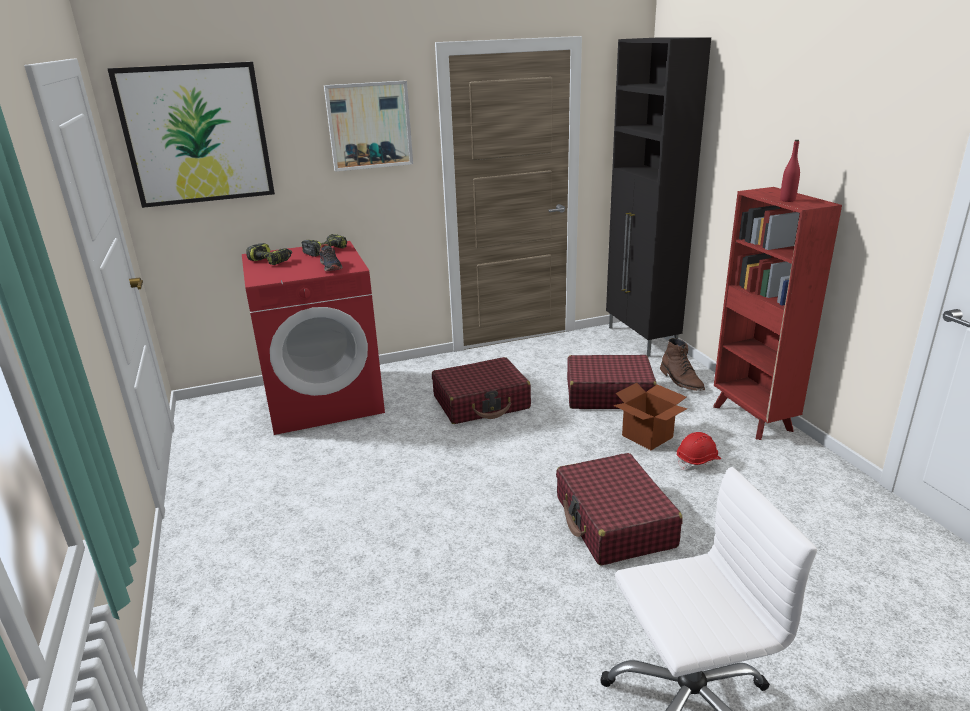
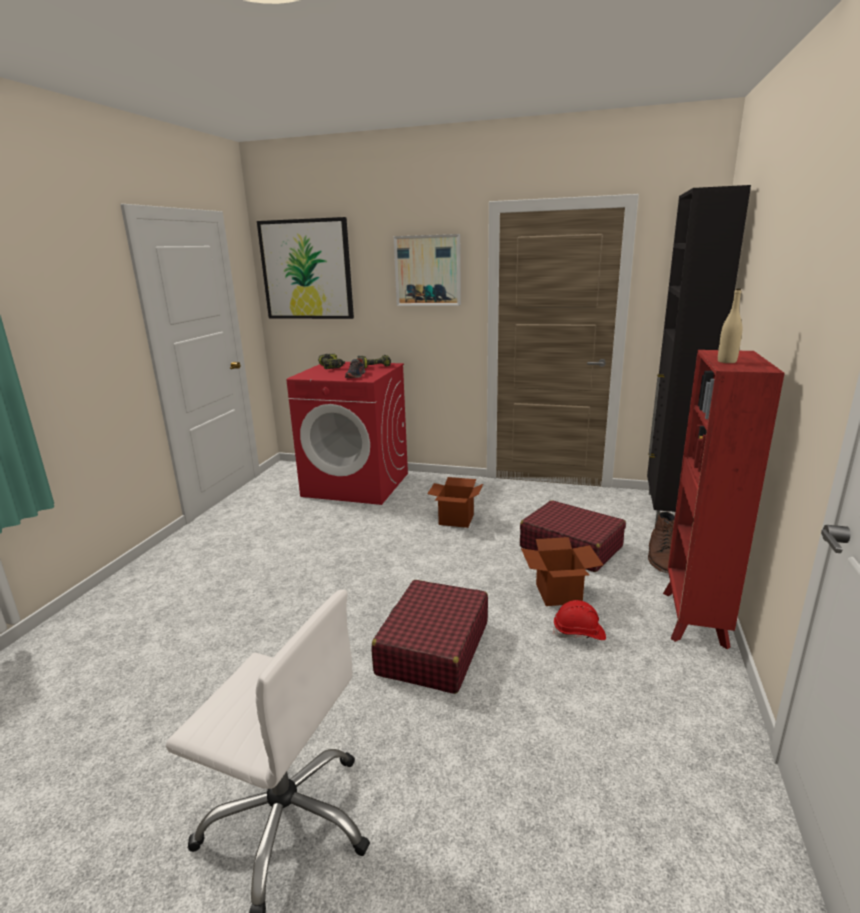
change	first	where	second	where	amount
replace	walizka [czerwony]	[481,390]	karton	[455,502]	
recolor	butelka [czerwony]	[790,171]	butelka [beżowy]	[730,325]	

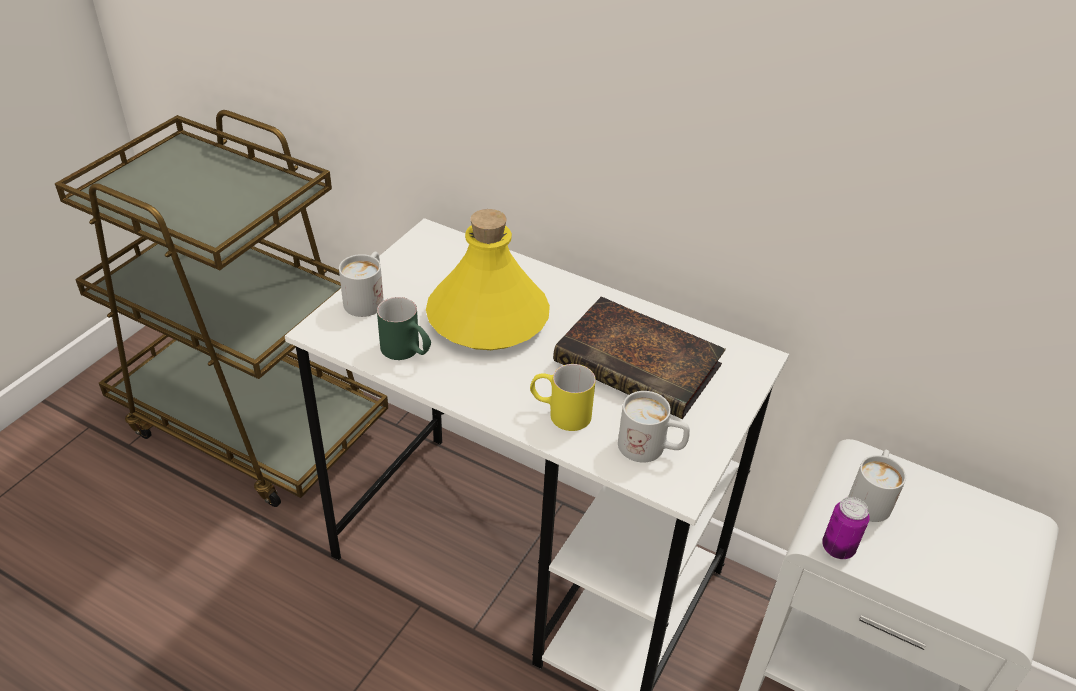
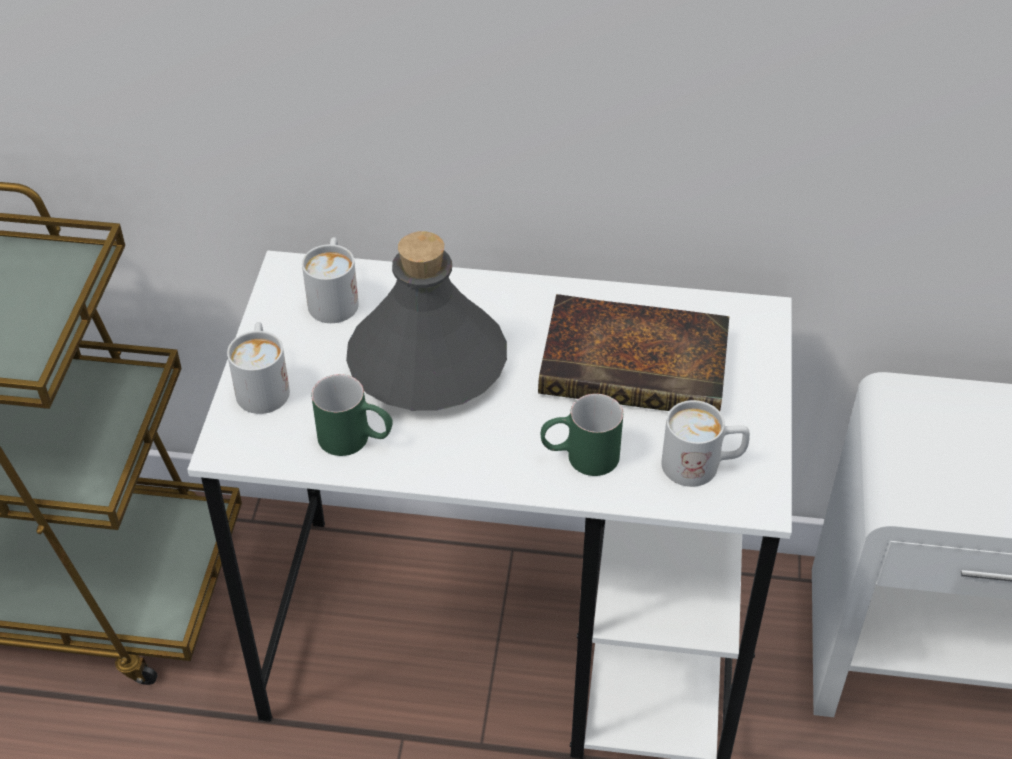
change	first	where	second	where	amount
delete	puszka	[845,528]			
move	kubek [biały]	[877,486]		[330,280]	
recolor	butelka [żółty]	[488,279]	butelka [szary]	[426,320]	
recolor	kubek [żółty]	[563,397]	kubek [zielony]	[582,435]	

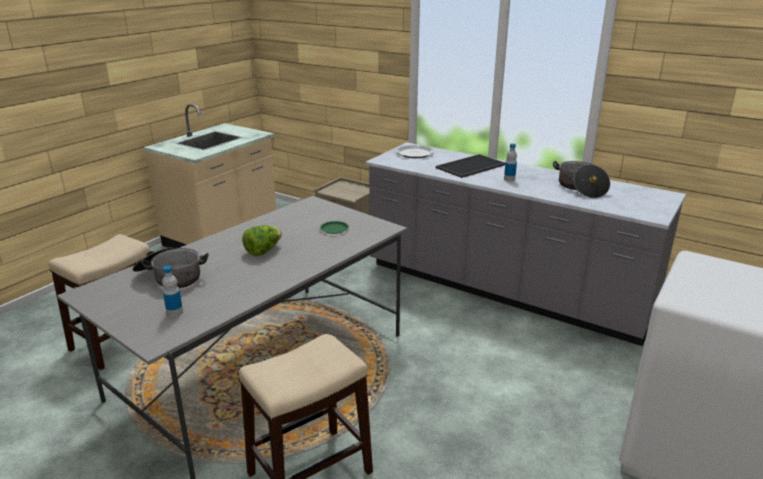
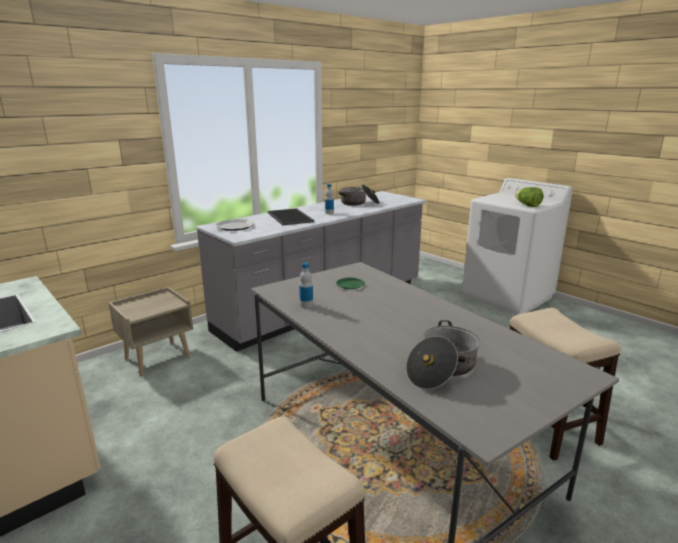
change	first	where	second	where	amount
move	butelka	[172,291]		[306,285]	
move	sałata	[262,240]		[529,197]	

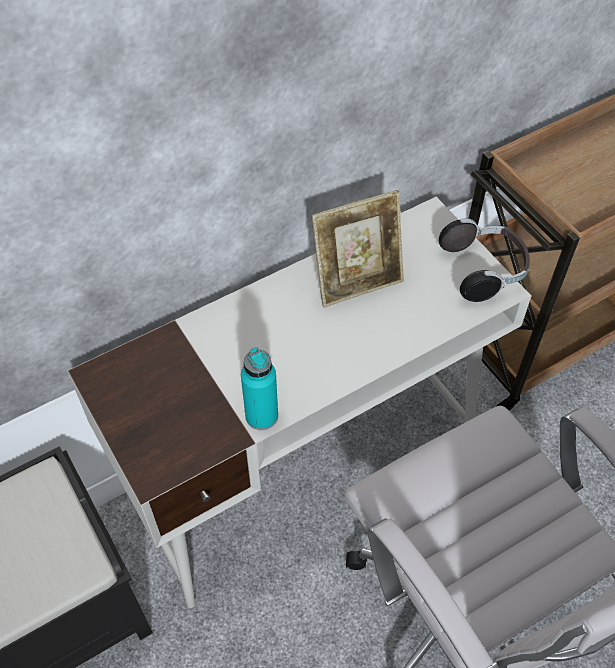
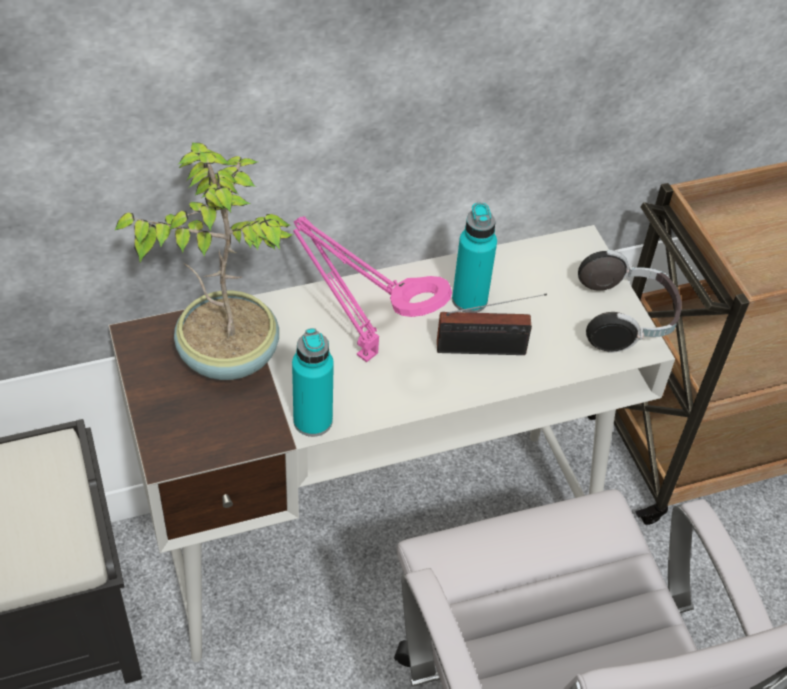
change	first	where	second	where	amount
insert			roślina doniczkowa	[203,261]	
insert			lampa stołowa [różowy]	[372,289]	
insert			radio	[492,324]	
replace	ramka na zdjęcie	[357,248]	butelka [turkusowy]	[474,258]	

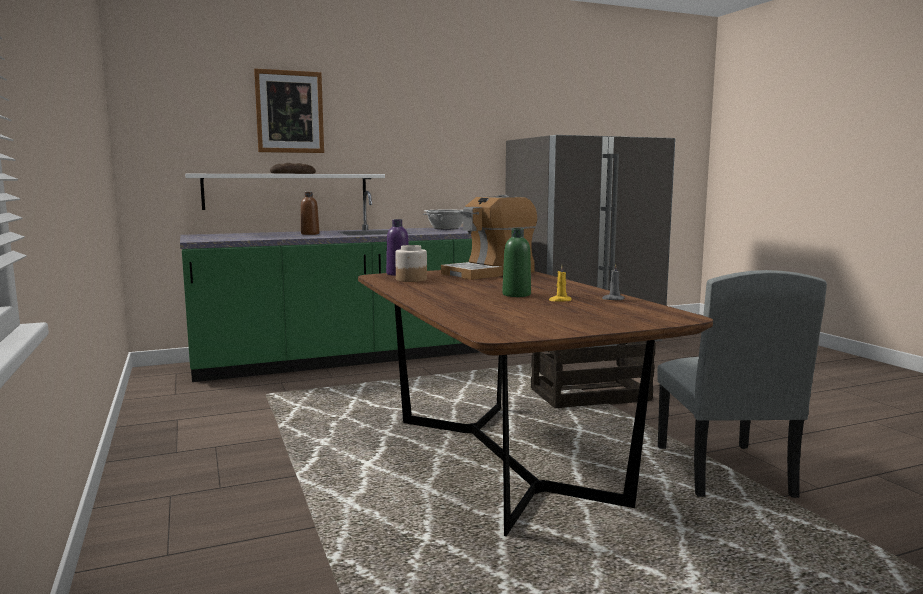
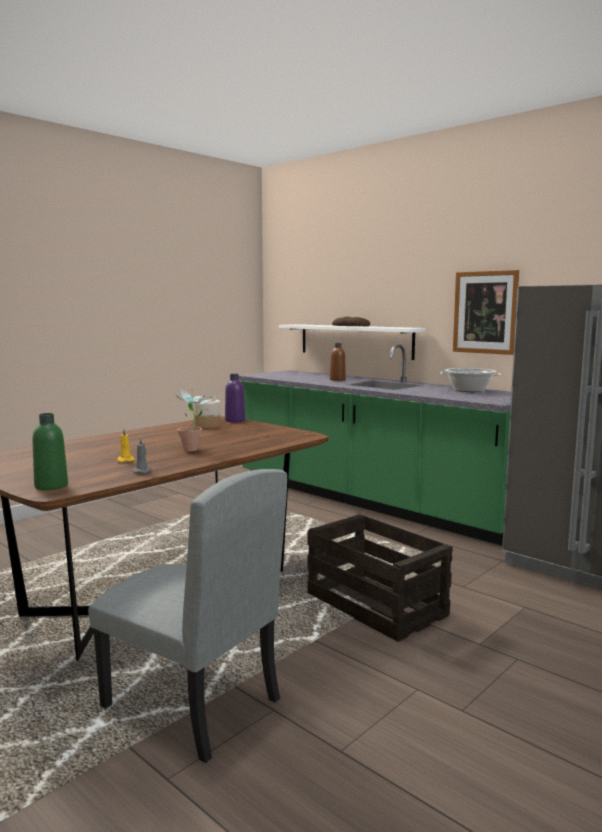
change	first	where	second	where	amount
delete	ekspres do kawy	[489,237]			
insert			roślina doniczkowa	[195,420]	
move	obraz	[289,110]		[486,312]	
move	butelka [zielony]	[516,262]		[50,451]	
rotate	krzesło [szary]	[742,384]		[187,616]	120 degrees counterclockwise

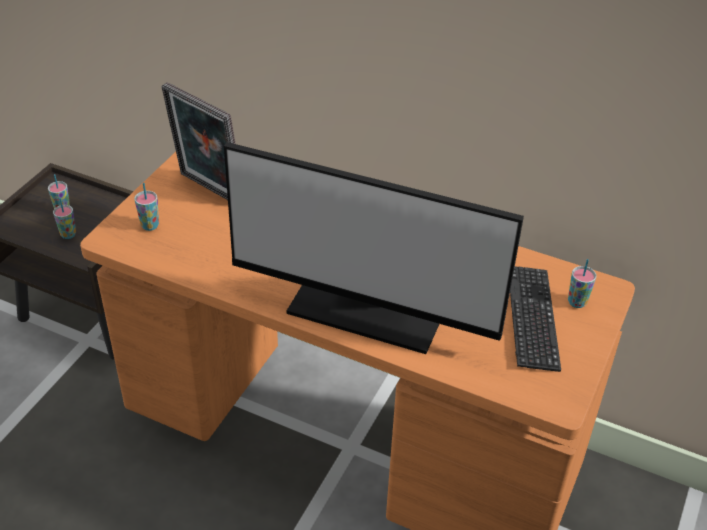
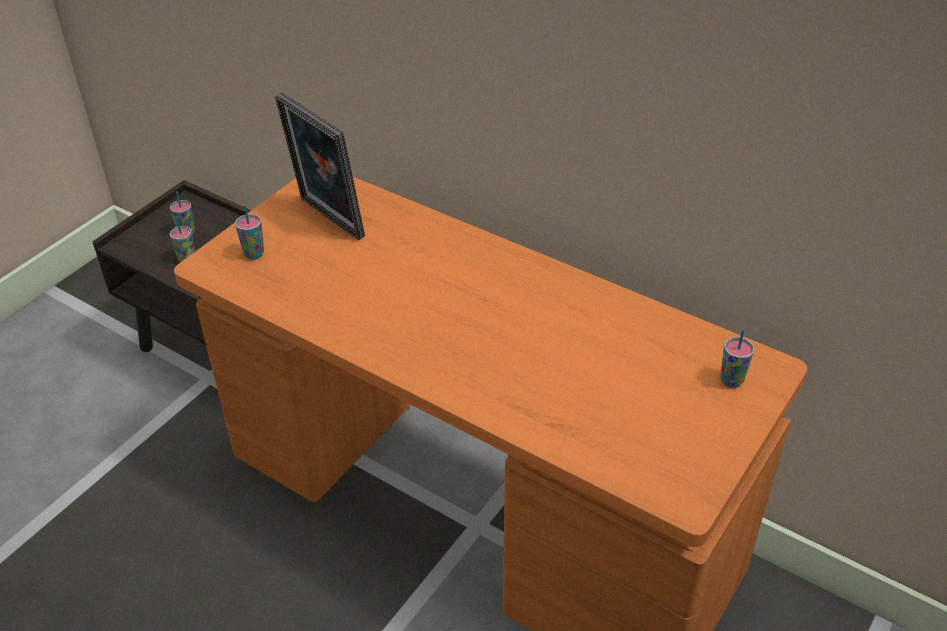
change	first	where	second	where	amount
delete	monitor	[374,248]			
delete	klawiatura	[535,319]			

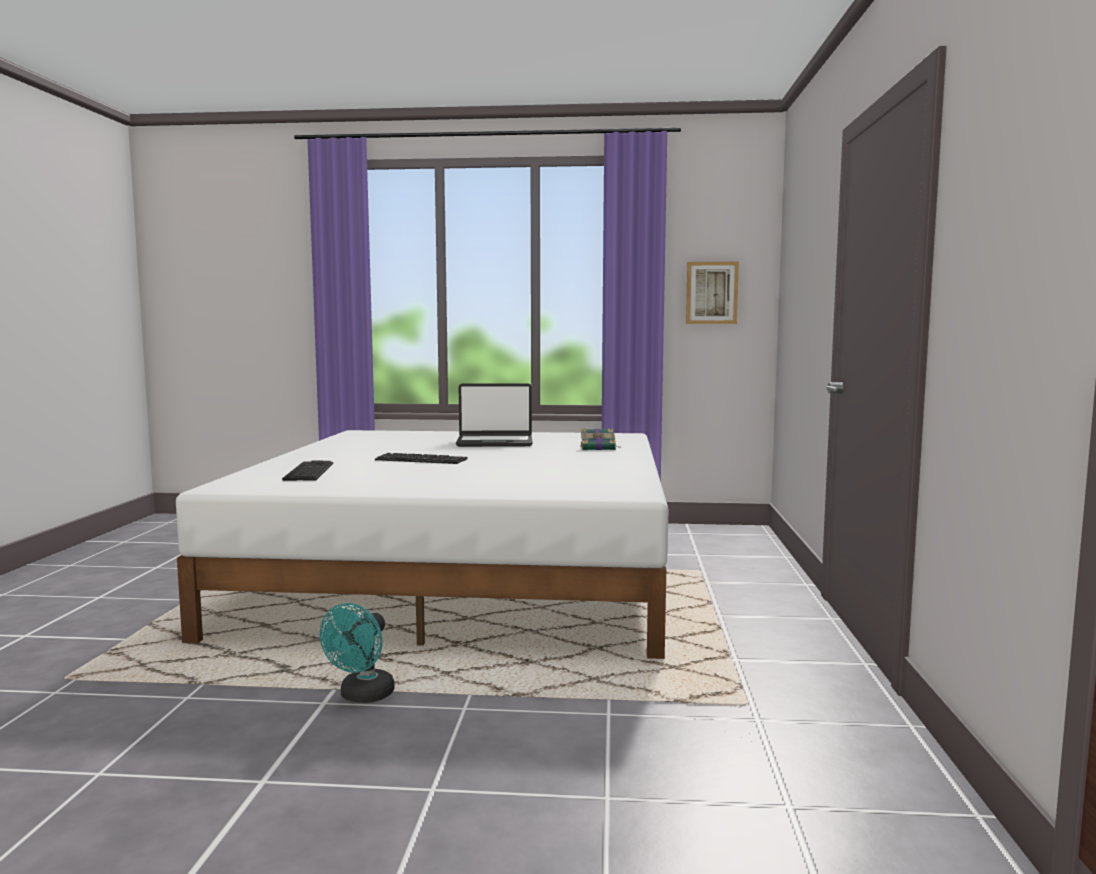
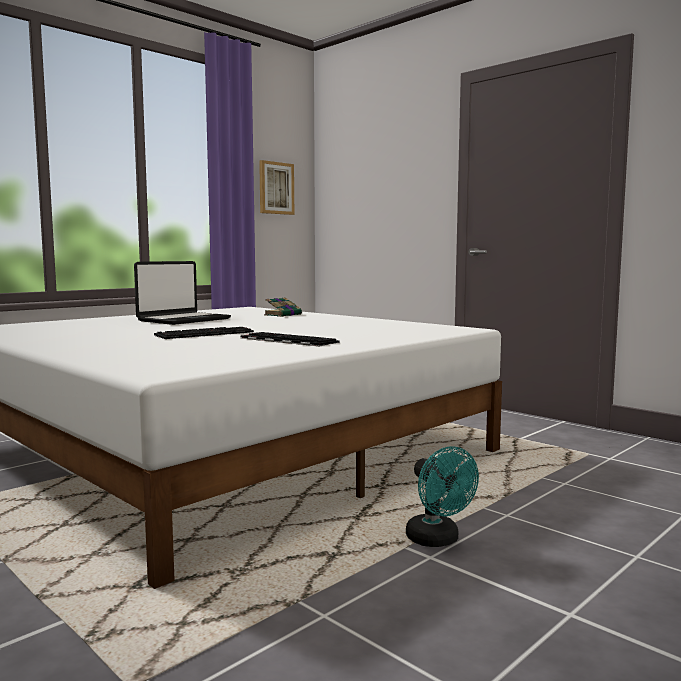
change	first	where	second	where	amount
move	klawiatura	[307,470]		[290,339]	

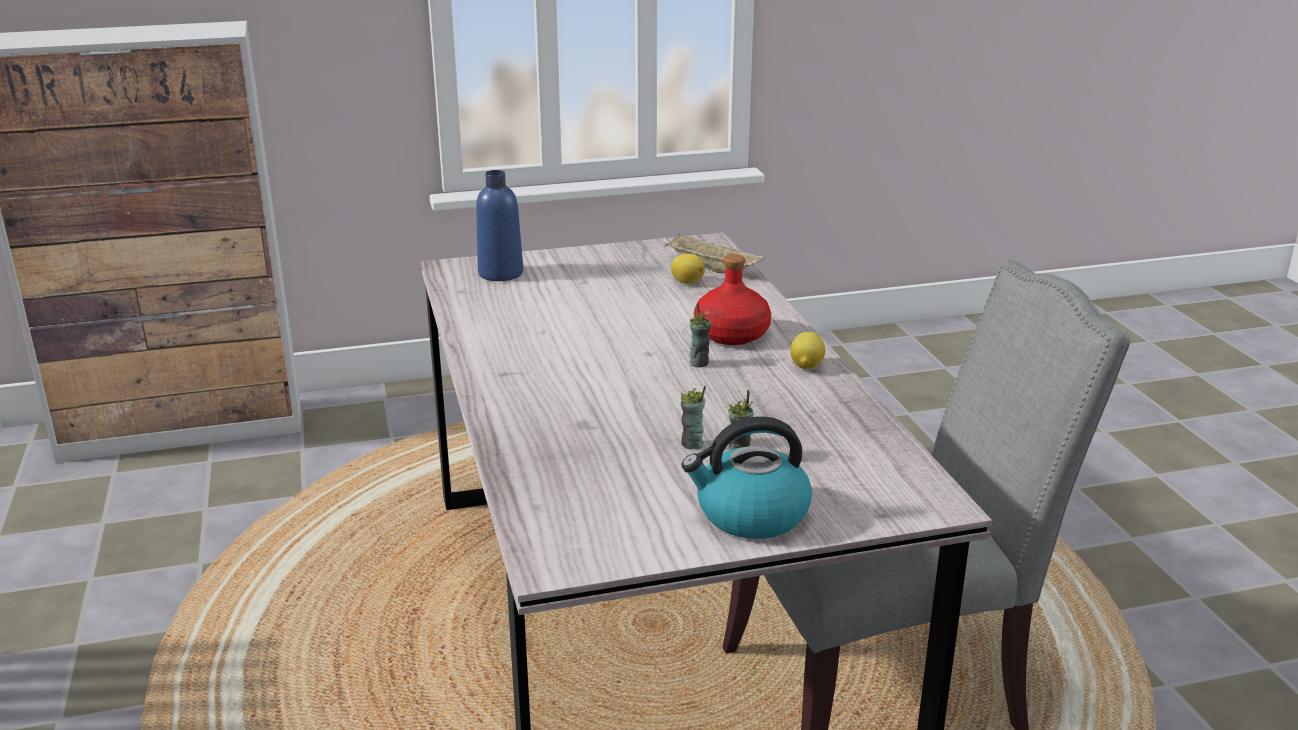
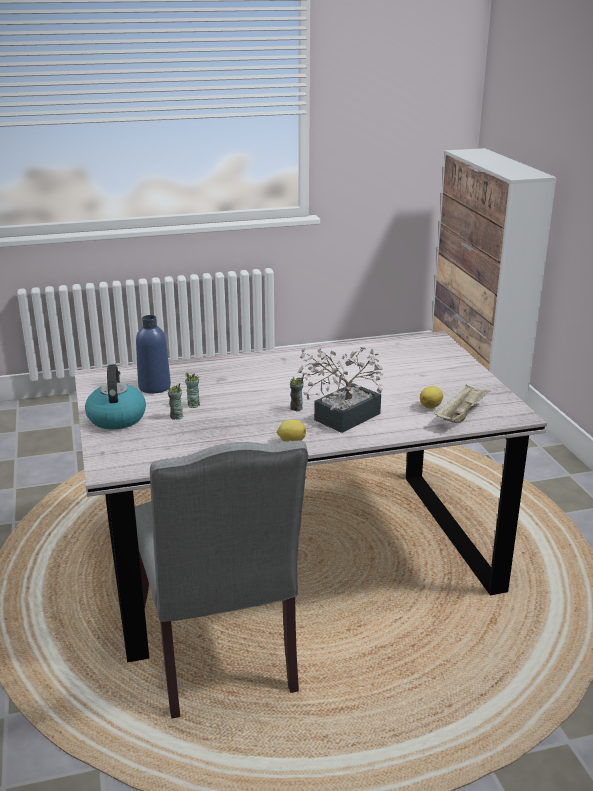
change	first	where	second	where	amount
move	butelka [niebieski]	[499,225]		[153,354]	
replace	butelka [czerwony]	[732,299]	roślina doniczkowa	[340,390]	

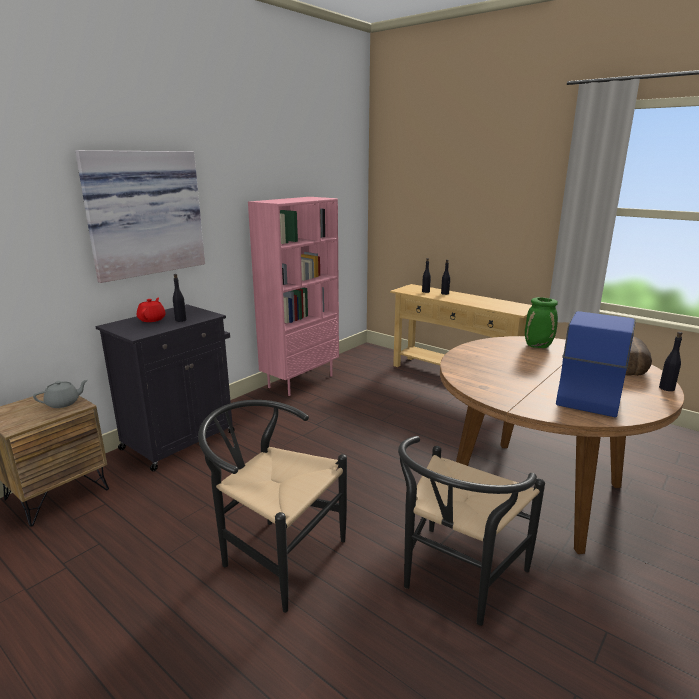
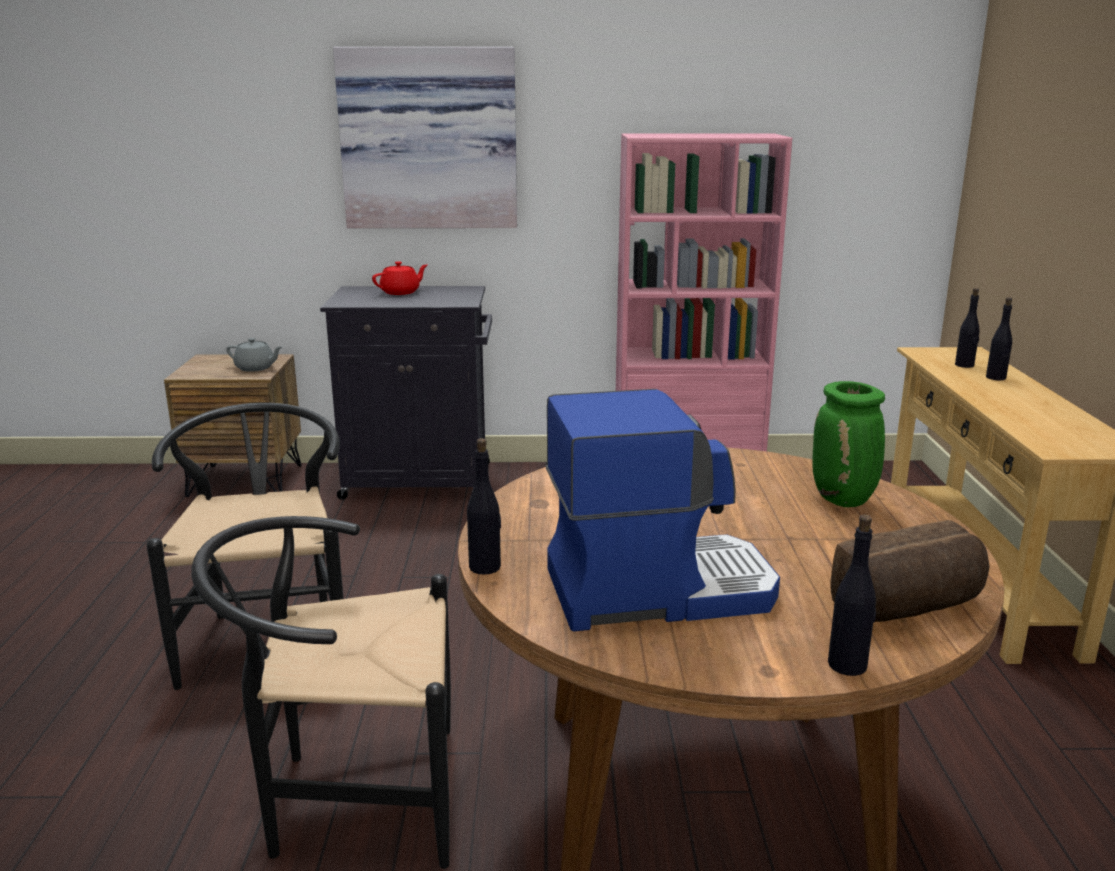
change	first	where	second	where	amount
move	butelka [czarny]	[179,298]		[484,506]	

